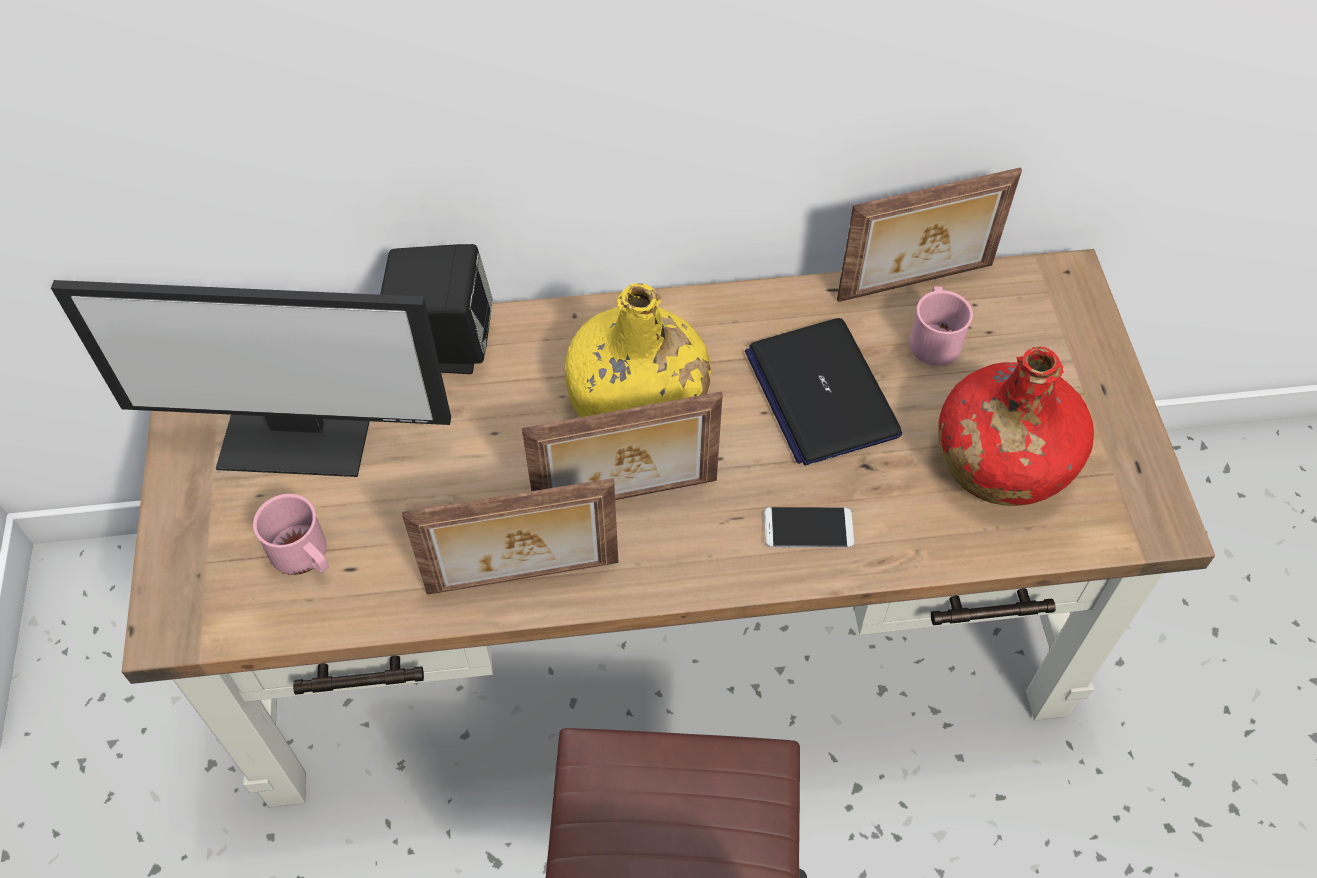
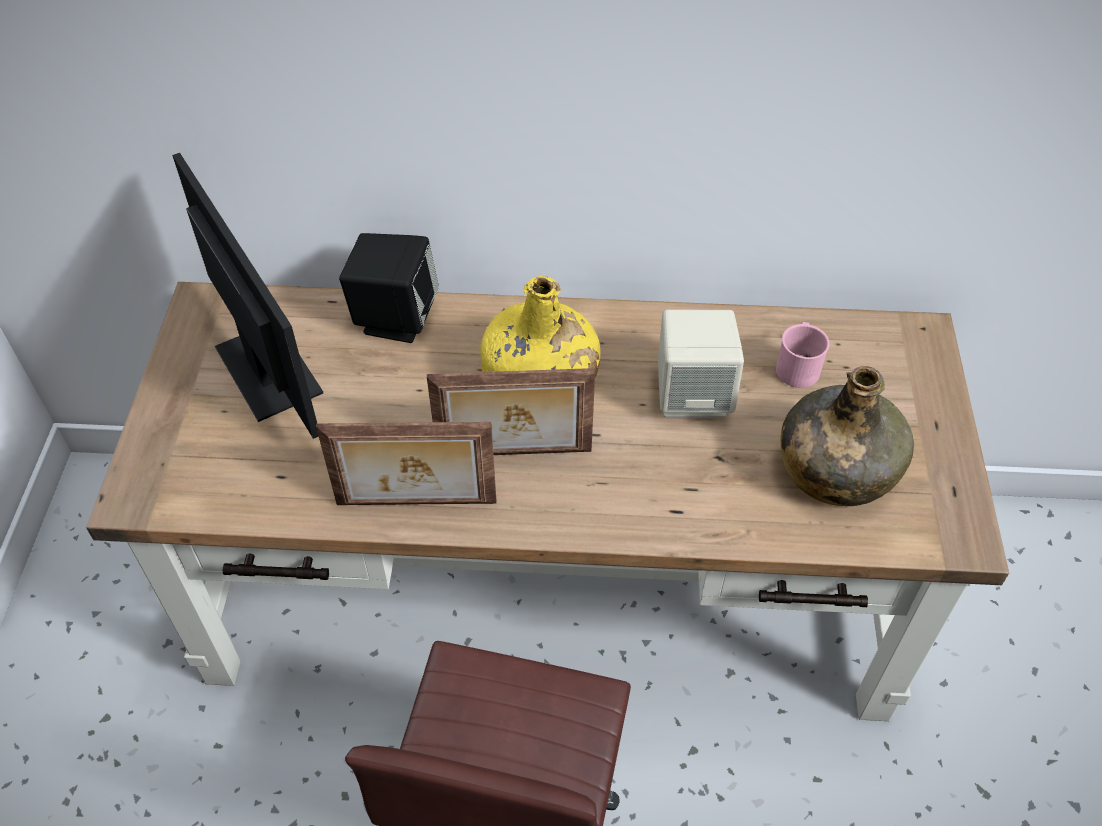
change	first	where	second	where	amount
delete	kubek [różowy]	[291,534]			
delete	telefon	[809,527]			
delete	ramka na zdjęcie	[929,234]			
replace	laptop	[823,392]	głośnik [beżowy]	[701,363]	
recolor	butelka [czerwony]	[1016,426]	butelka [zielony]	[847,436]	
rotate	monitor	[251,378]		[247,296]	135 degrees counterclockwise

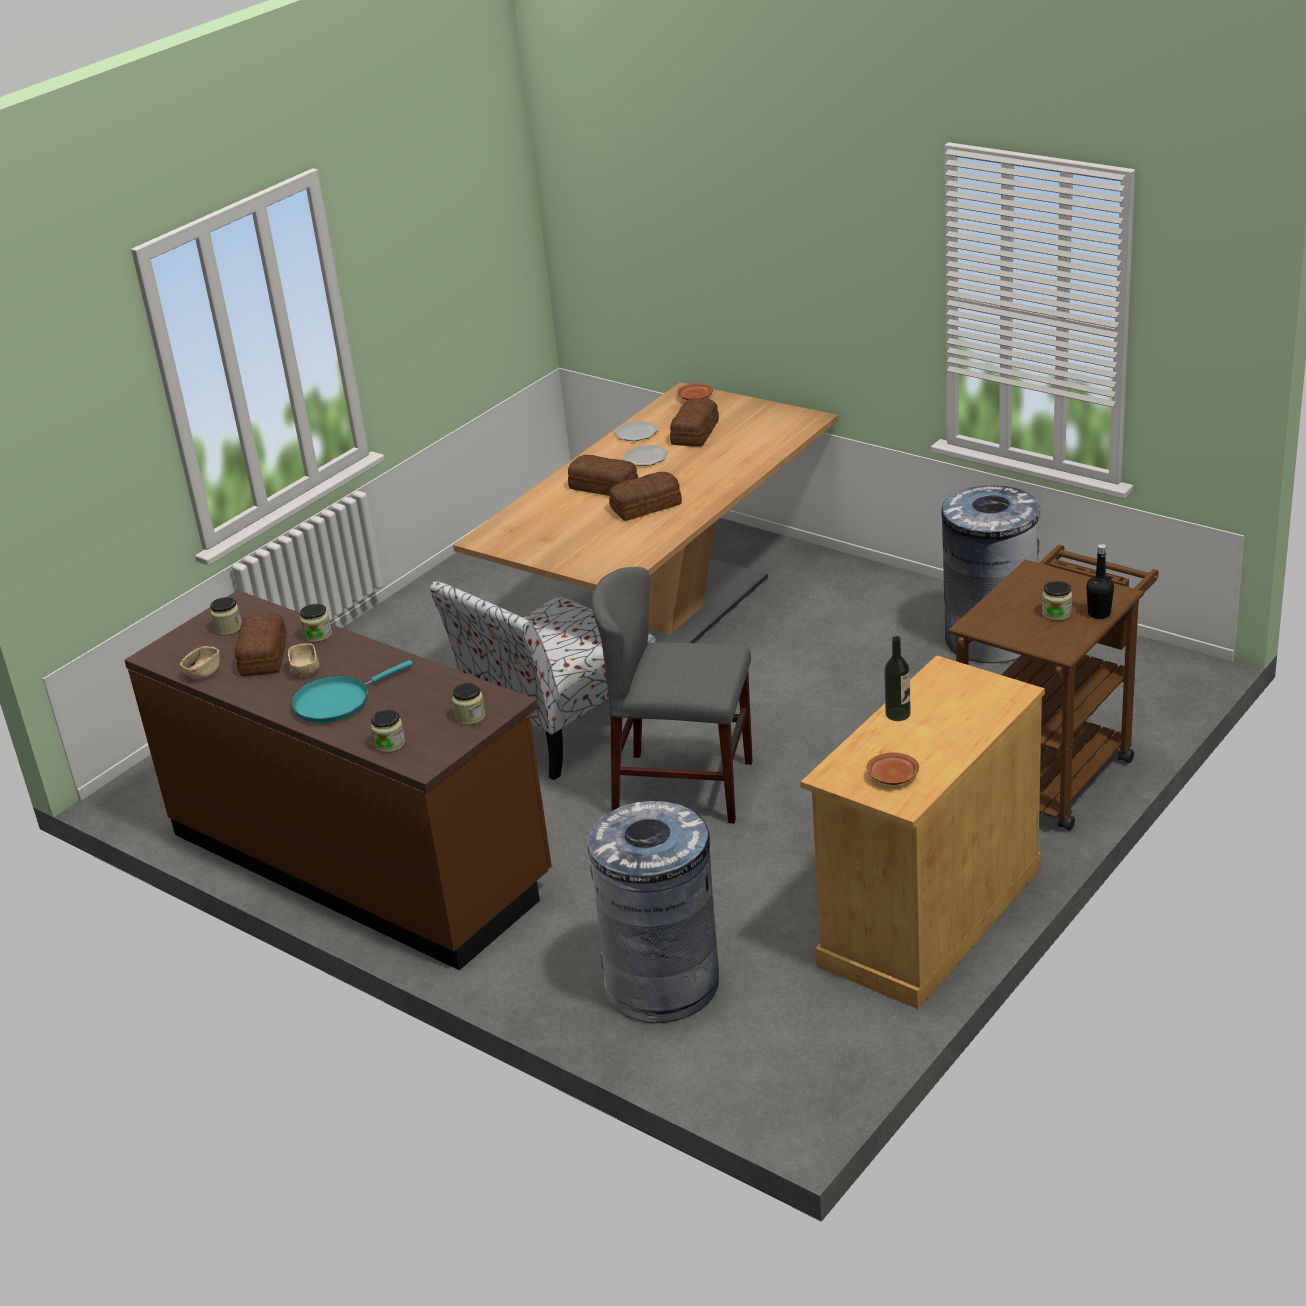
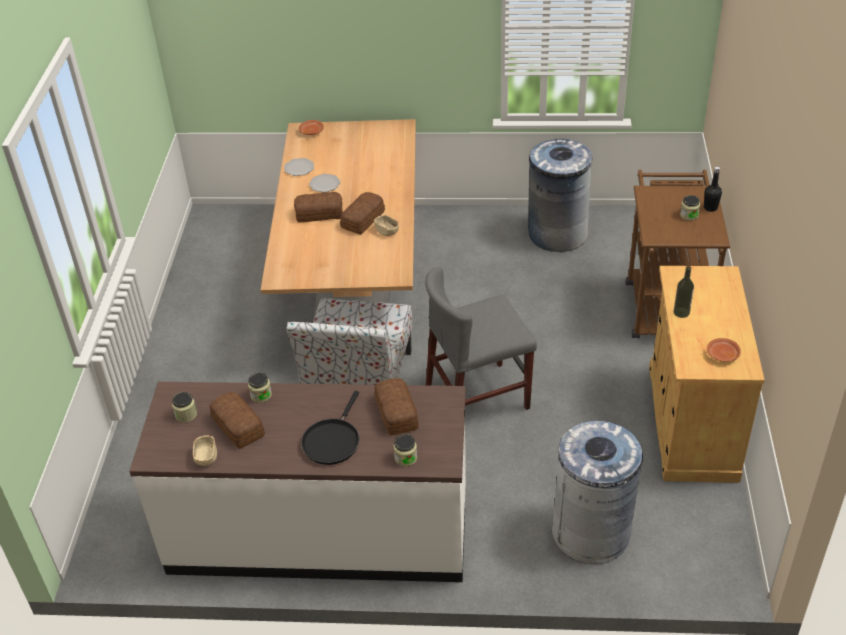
change	first	where	second	where	amount
delete	słoik	[469,704]			
move	miska [beżowy]	[303,660]		[386,225]	
move	chleb	[694,422]		[396,407]	
recolor	zabudowa kuchenna [brązowy]	[338,780]	zabudowa kuchenna [biały]	[297,482]	
recolor	patelnia [turkusowy]	[352,691]	patelnia [czarny]	[330,428]	

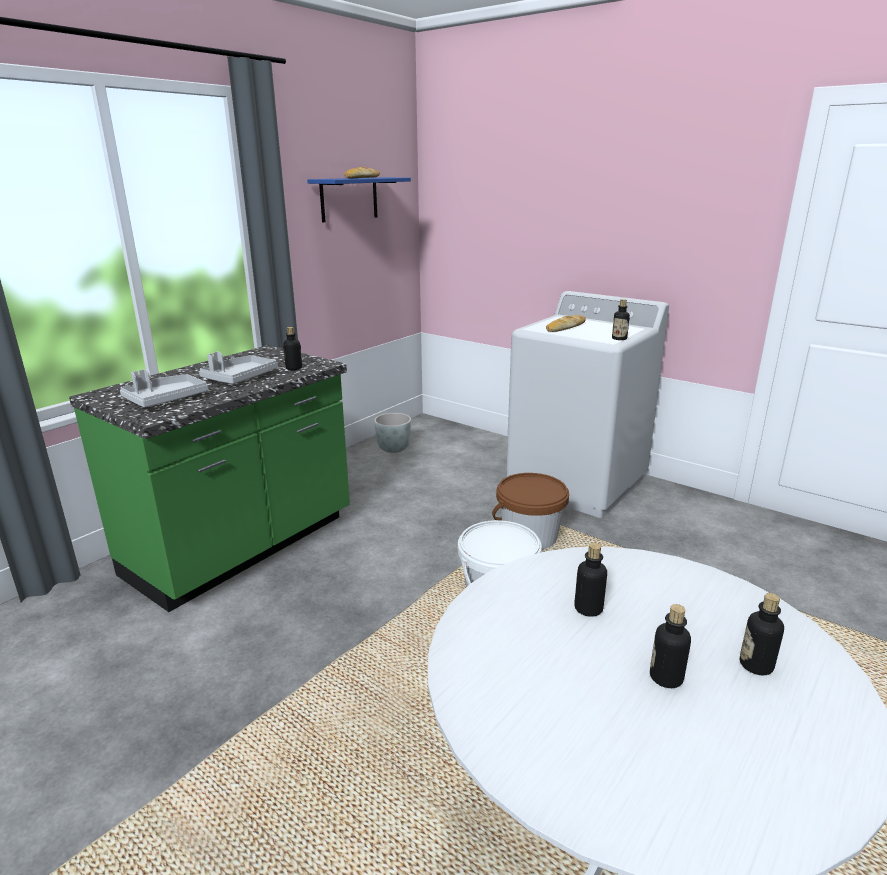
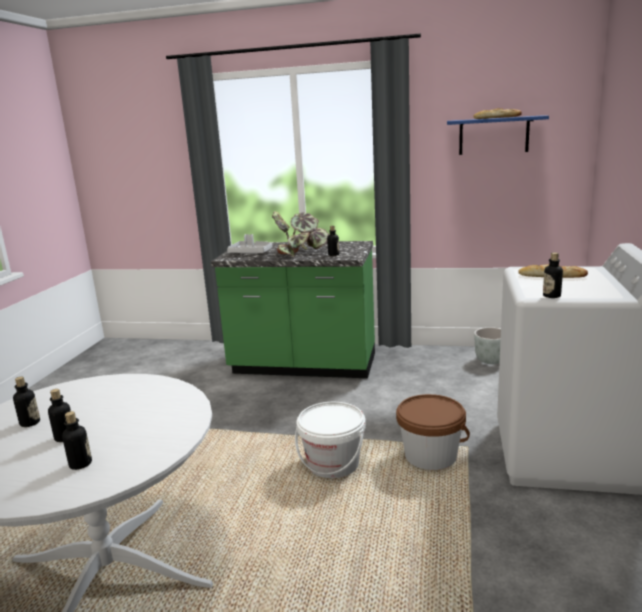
change	first	where	second	where	amount
move	butelka	[590,580]		[26,402]	
replace	taca [szary]	[238,368]	roślina doniczkowa	[300,234]	

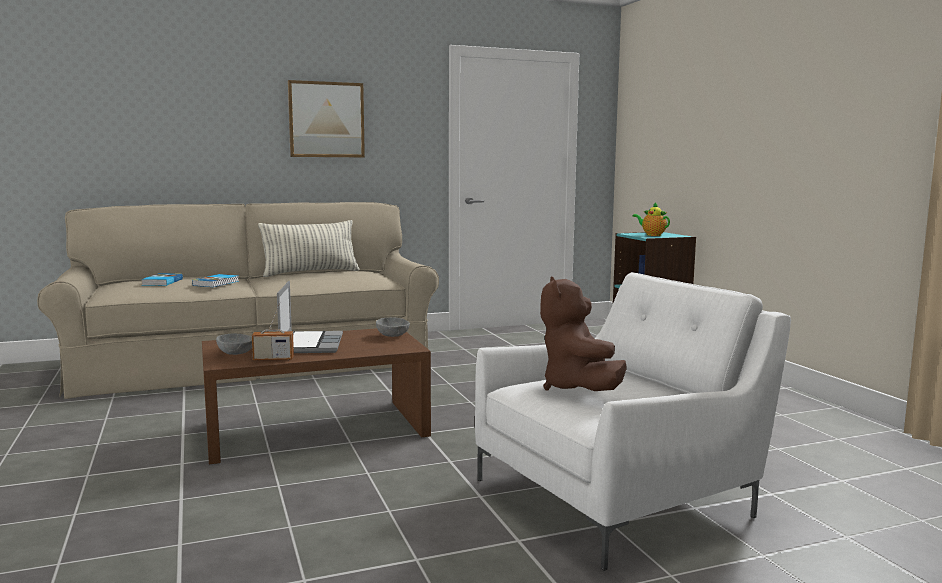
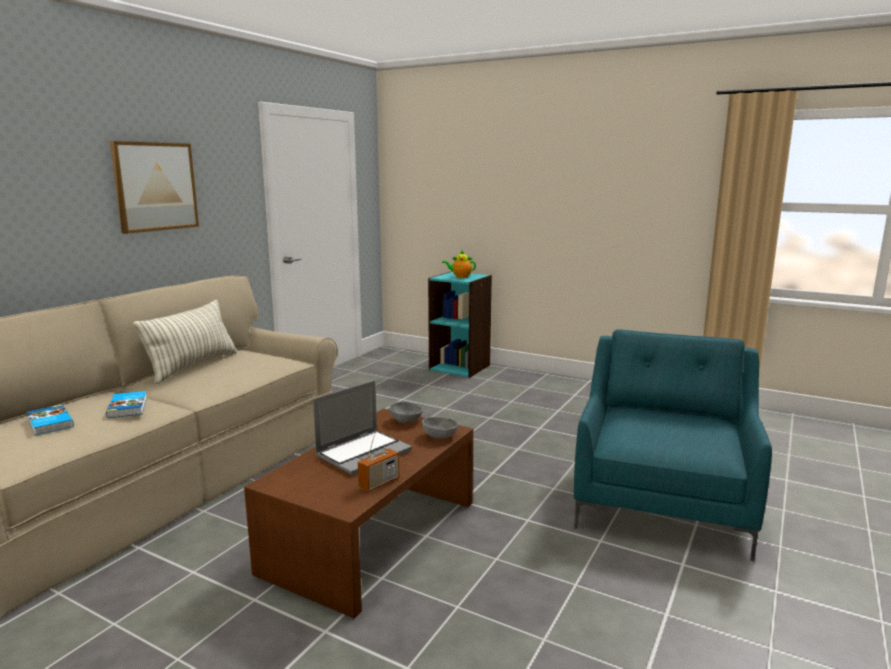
change	first	where	second	where	amount
delete	pluszak [brązowy]	[583,333]			
move	miska [szary]	[234,344]		[440,428]	
recolor	fotel [biały]	[633,421]	fotel [turkusowy]	[673,445]	
rotate	laptop	[310,317]		[362,427]	90 degrees clockwise

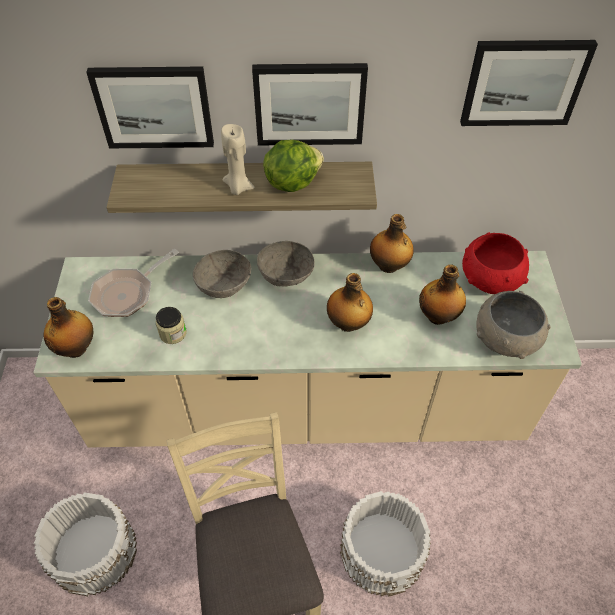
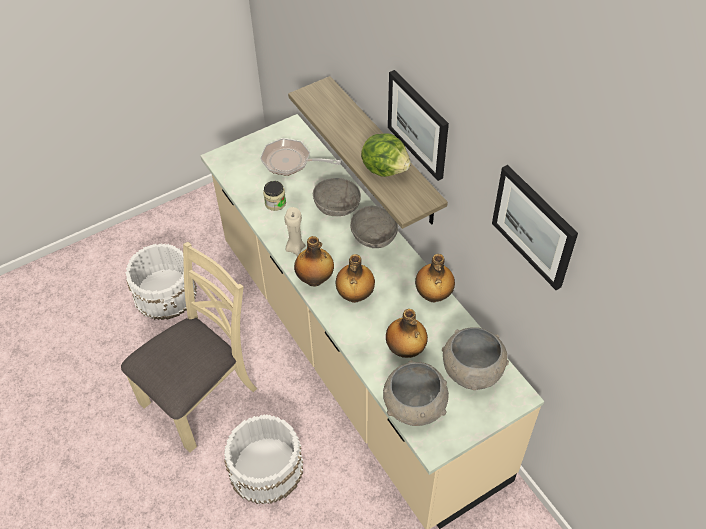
change	first	where	second	where	amount
delete	obraz	[150,107]			
move	butelka	[68,327]		[314,261]	
move	świeca [beżowy]	[238,159]		[295,231]	
recolor	miska [czerwony]	[495,263]	miska [szary]	[475,358]	

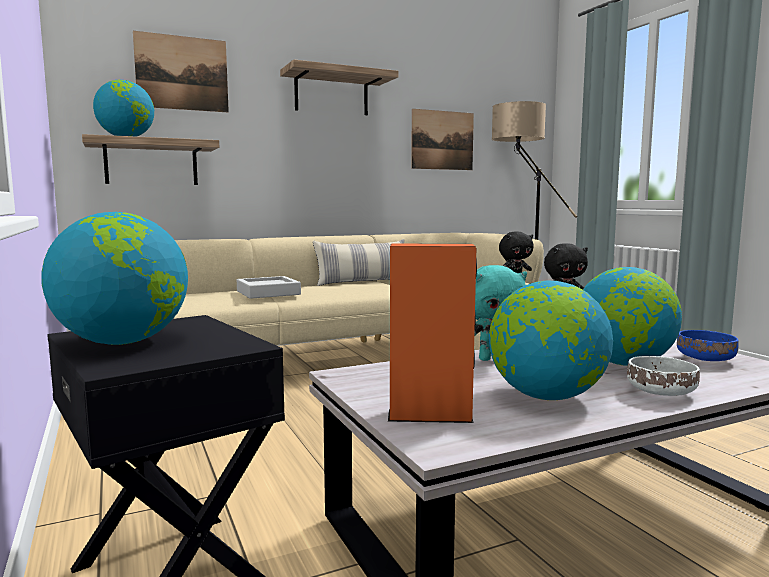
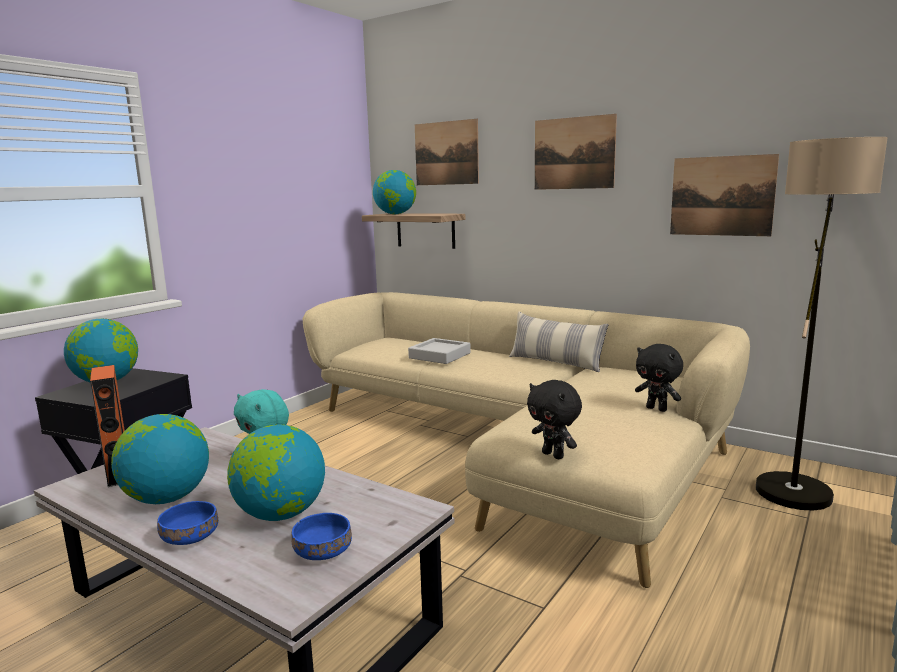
change	first	where	second	where	amount
replace	półka	[339,87]	obraz	[576,152]	
recolor	miska [biały]	[663,376]	miska [niebieski]	[187,523]	

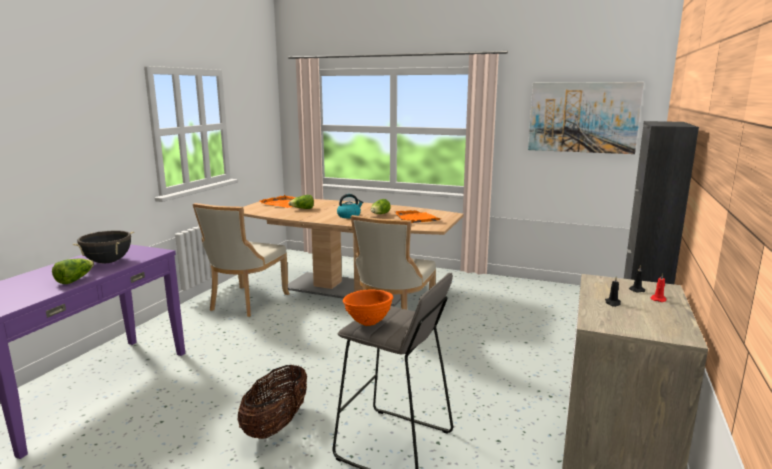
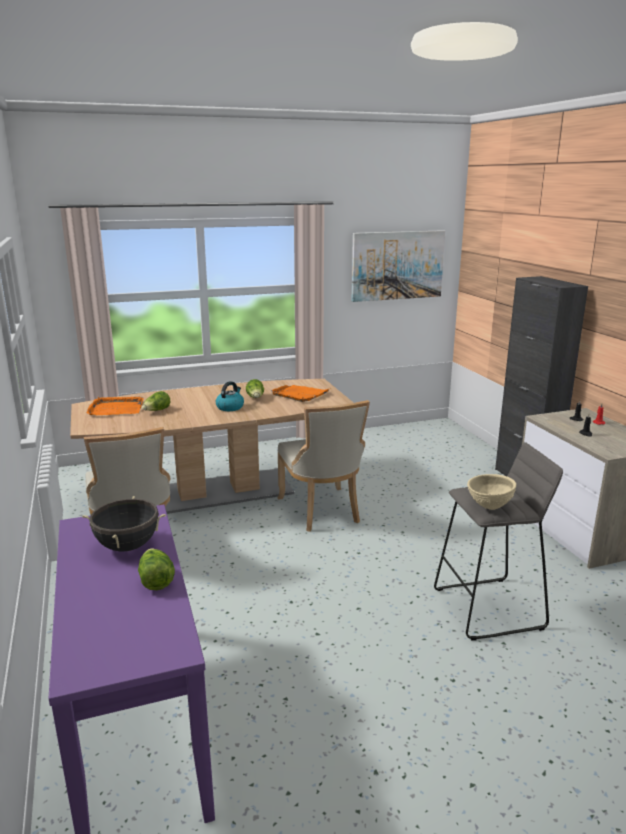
change	first	where	second	where	amount
delete	koszyk	[272,402]			
recolor	miska [pomarańczowy]	[368,307]	miska [beżowy]	[491,492]	

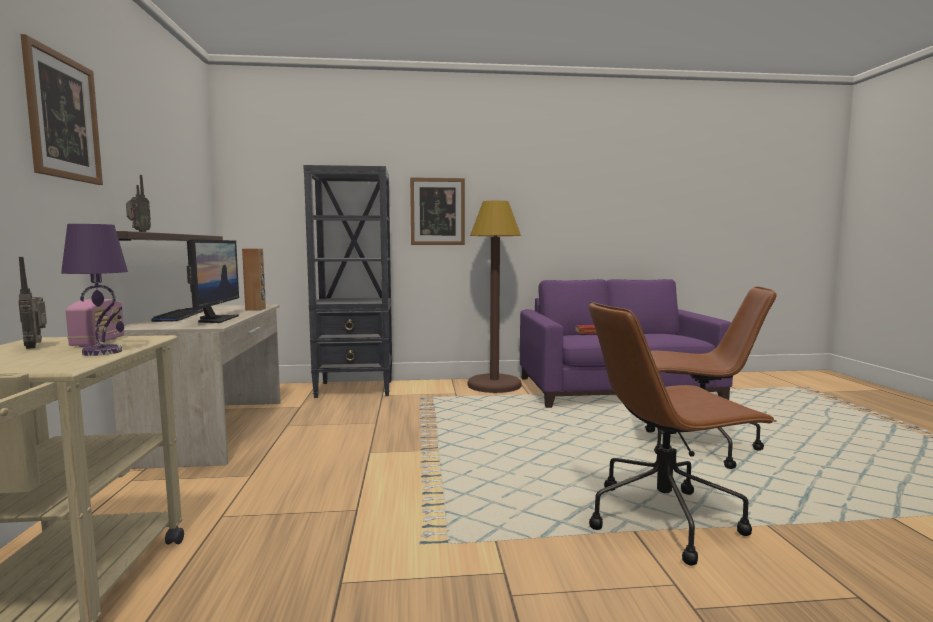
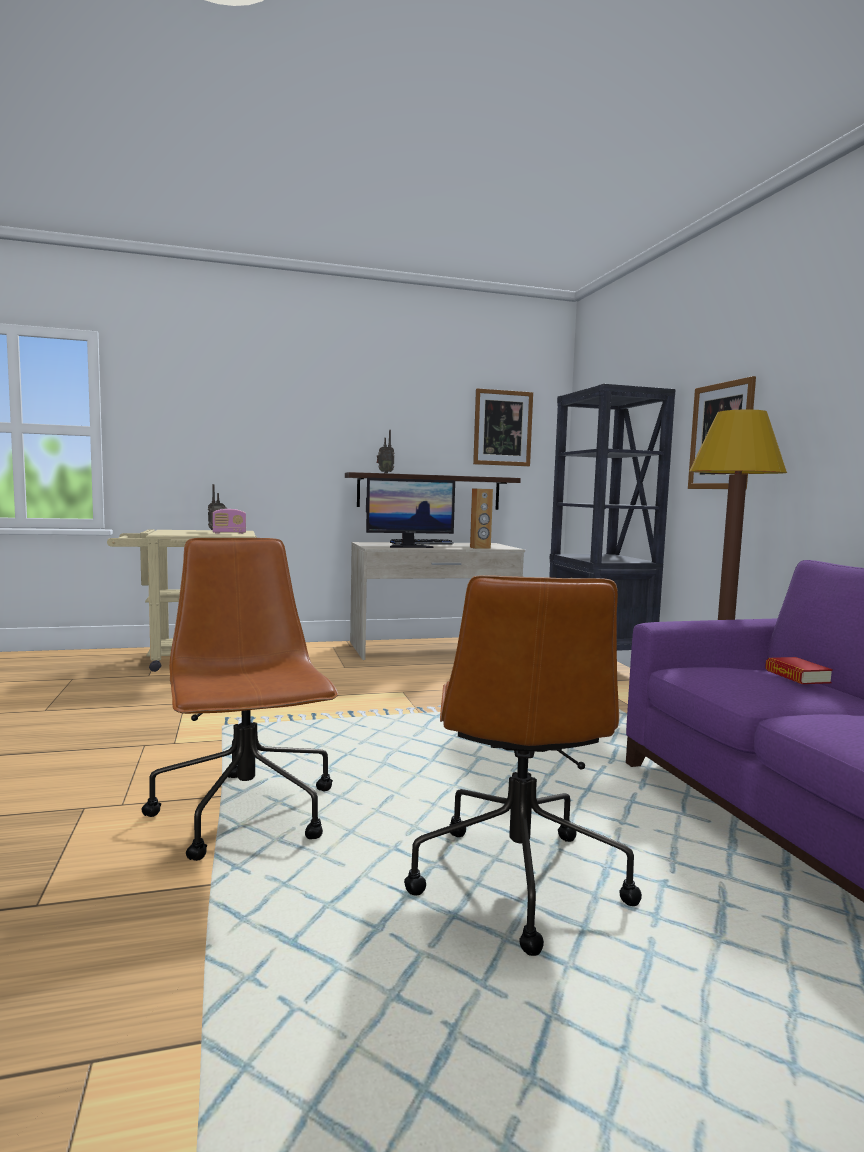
change	first	where	second	where	amount
delete	lampa stołowa [fioletowy]	[94,290]			
move	obraz	[62,109]		[503,427]	

